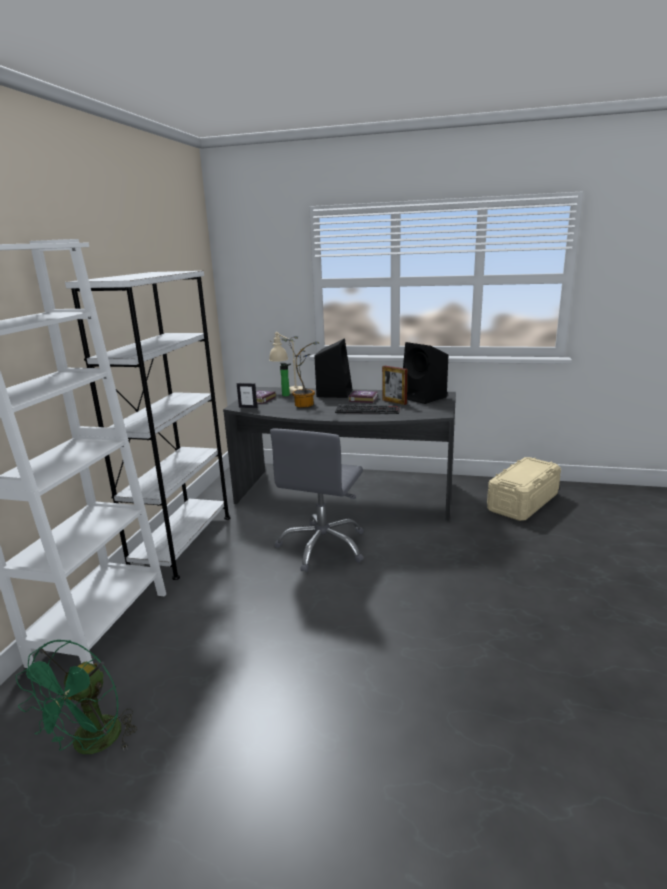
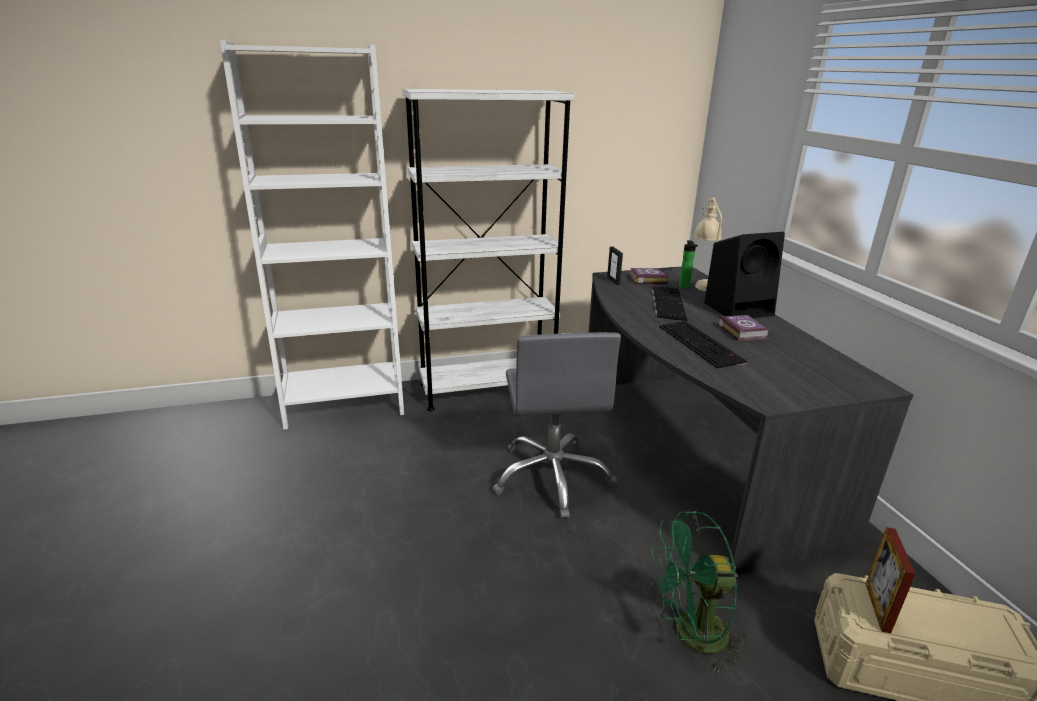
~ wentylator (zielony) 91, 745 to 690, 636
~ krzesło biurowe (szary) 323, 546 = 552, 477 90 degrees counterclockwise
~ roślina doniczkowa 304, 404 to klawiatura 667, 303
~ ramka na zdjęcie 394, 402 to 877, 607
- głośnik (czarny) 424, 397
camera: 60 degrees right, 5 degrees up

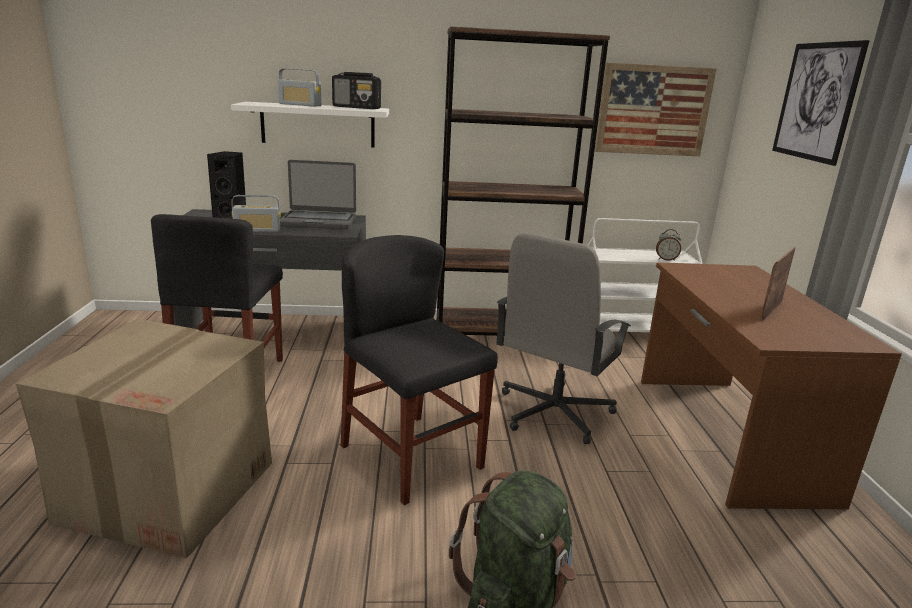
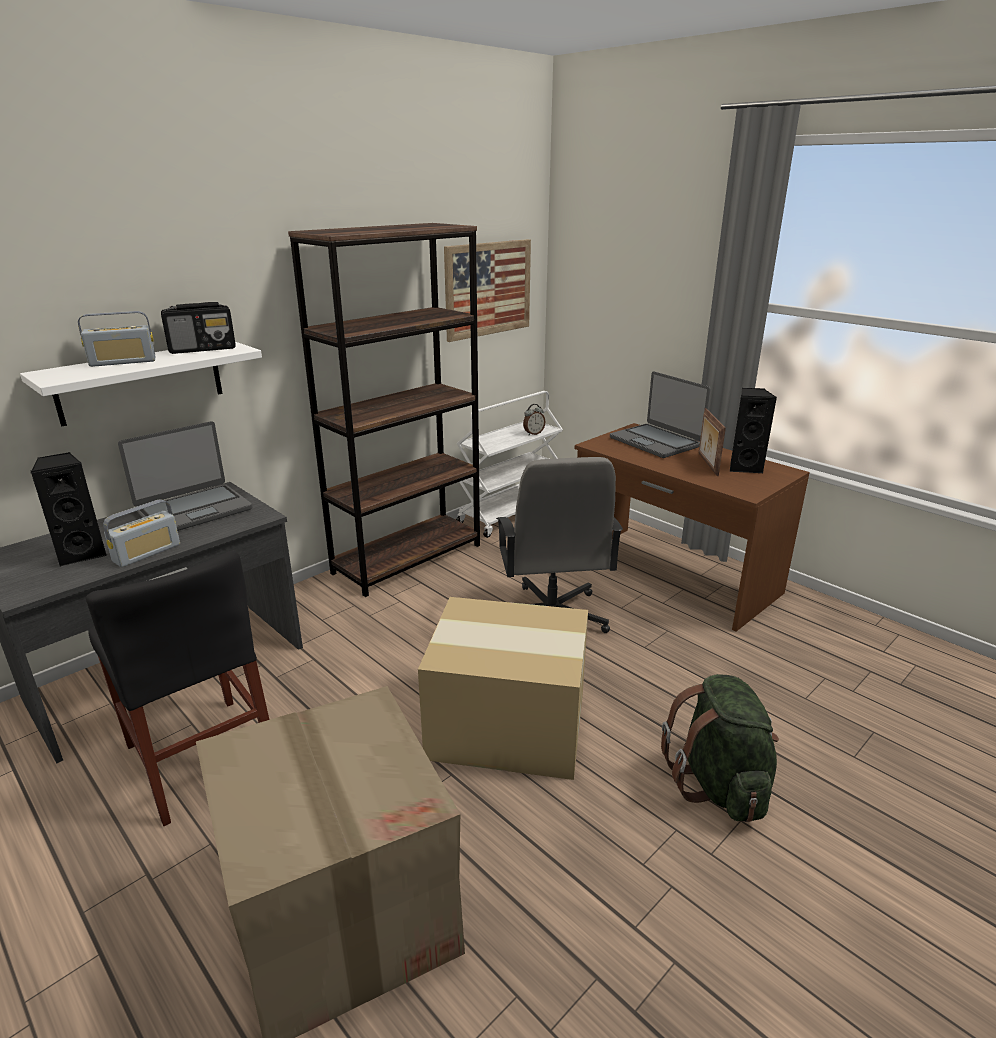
~ krzesło (czarny) 411, 456 to karton 505, 724
- obraz 816, 101
+ laptop 656, 442
+ głośnik (czarny) 744, 467
camera: 40 degrees left, 5 degrees up

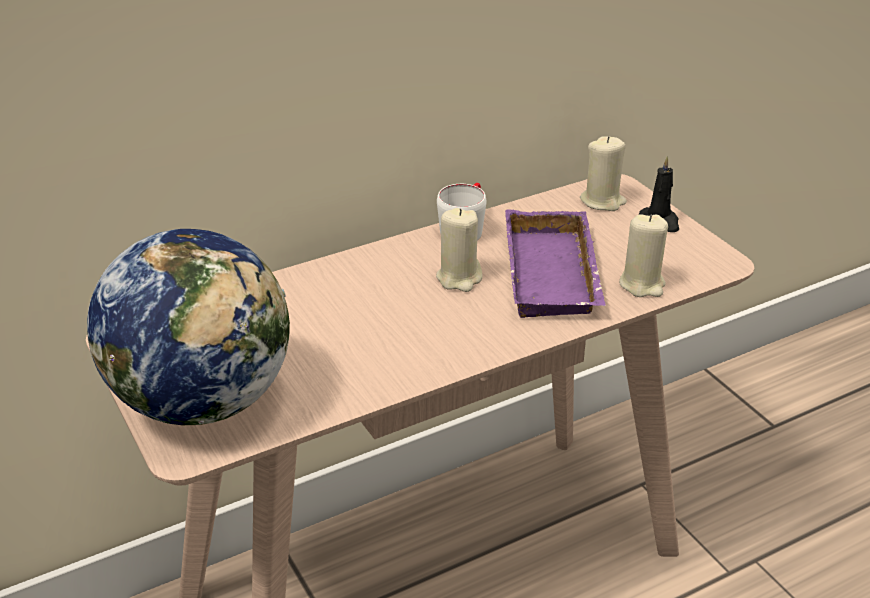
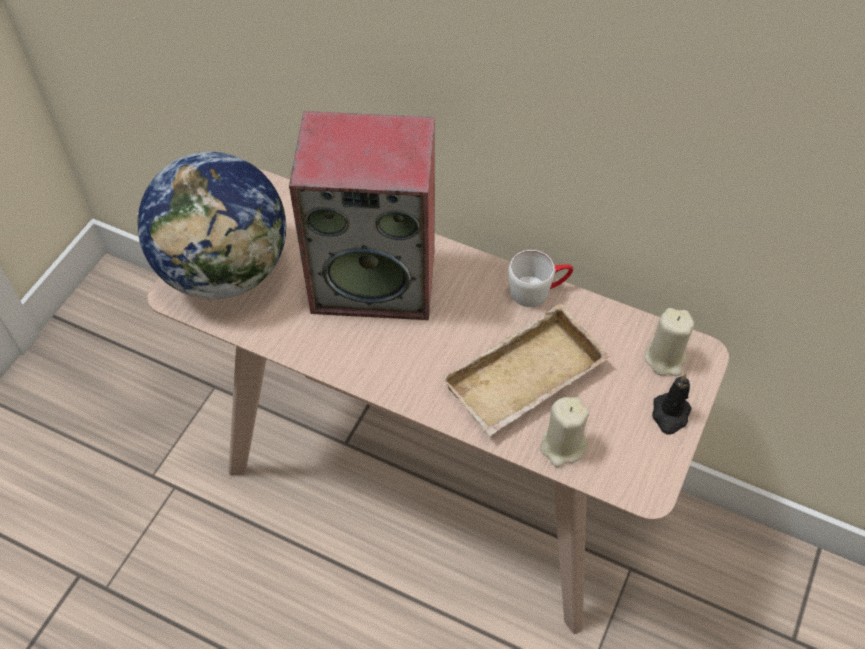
- świeca (beżowy) 459, 278
~ taca (fioletowy) 556, 275 to taca (beżowy) 525, 382
+ głośnik 376, 279
camera: 55 degrees right, 20 degrees up

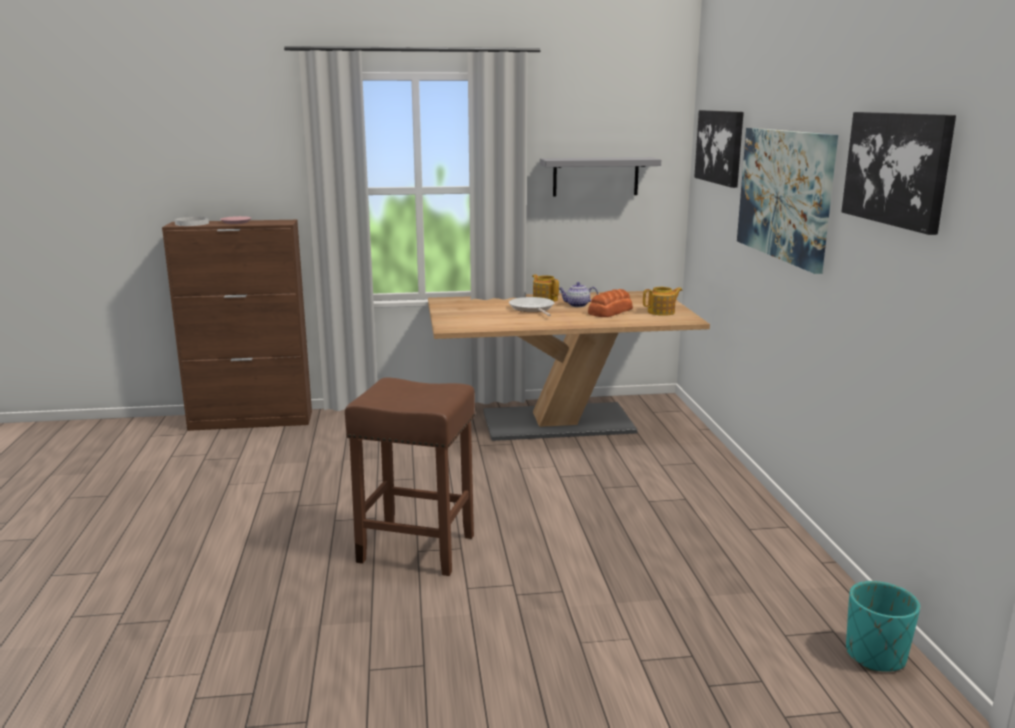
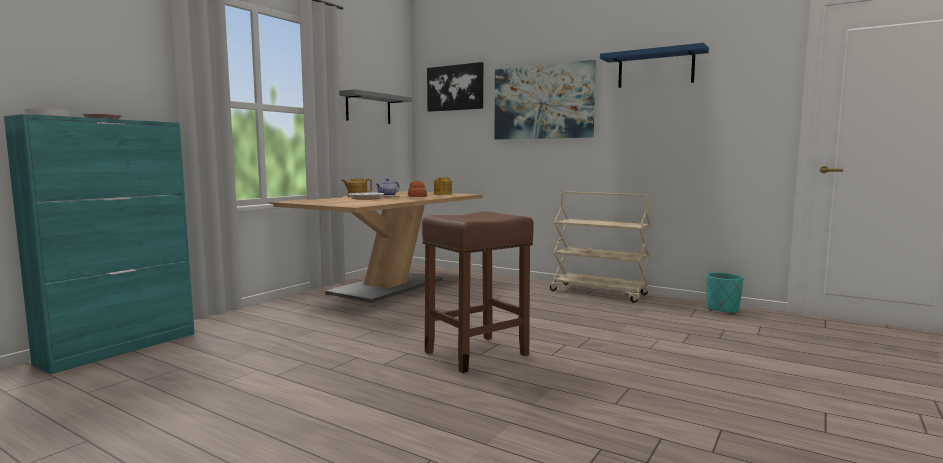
~ szafka (brązowy) 252, 421 to szafka (turkusowy) 120, 348
~ obraz 897, 169 to półka (niebieski) 655, 69
+ wózek (beżowy) 599, 293
camera: 50 degrees left, 10 degrees down

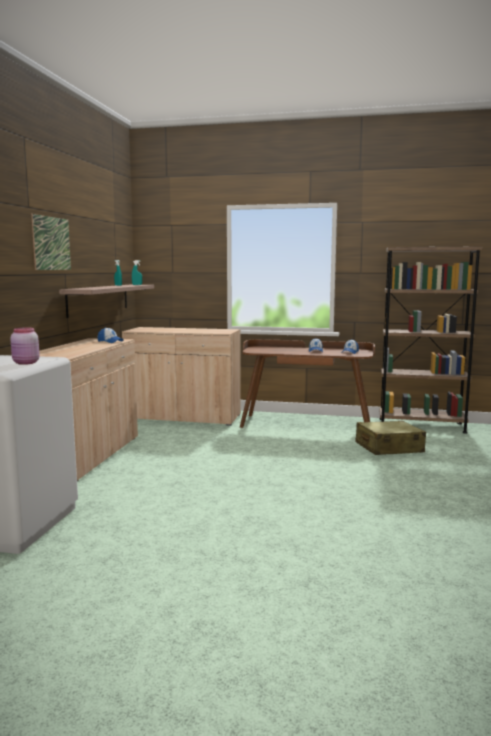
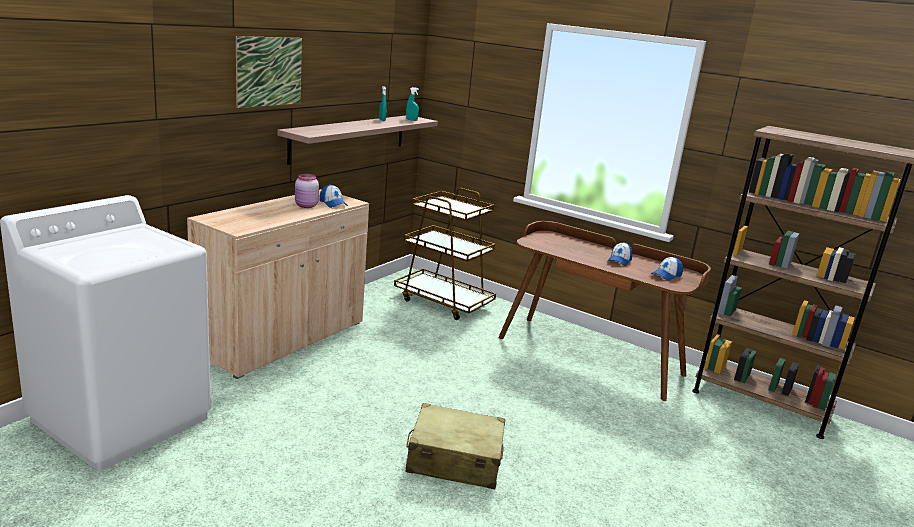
~ słoik (różowy) 26, 363 to 306, 206
~ szafka (beżowy) 183, 417 to wózek (brązowy) 443, 302
~ walizka (beżowy) 388, 448 to 454, 460
camera: 20 degrees right, 10 degrees up

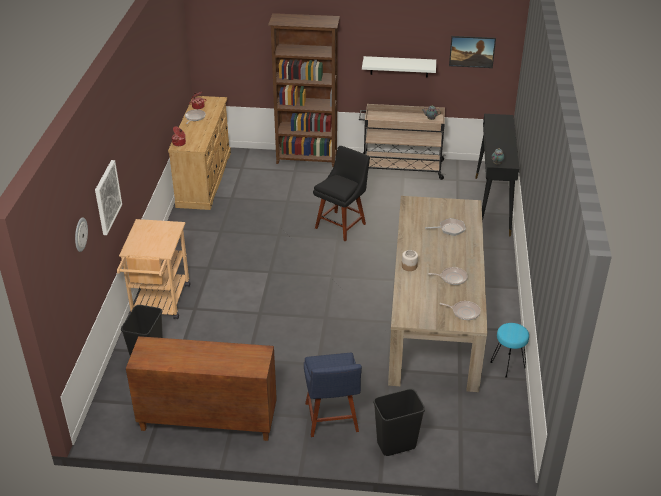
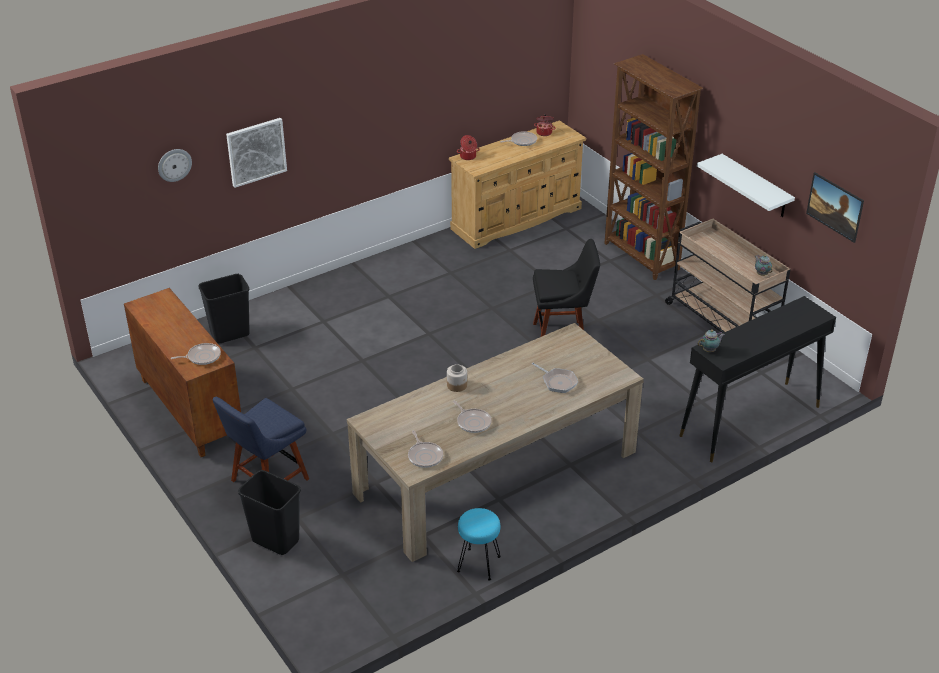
- wózek (beżowy) 159, 304
+ patelnia 202, 357
camera: 50 degrees right, 0 degrees up

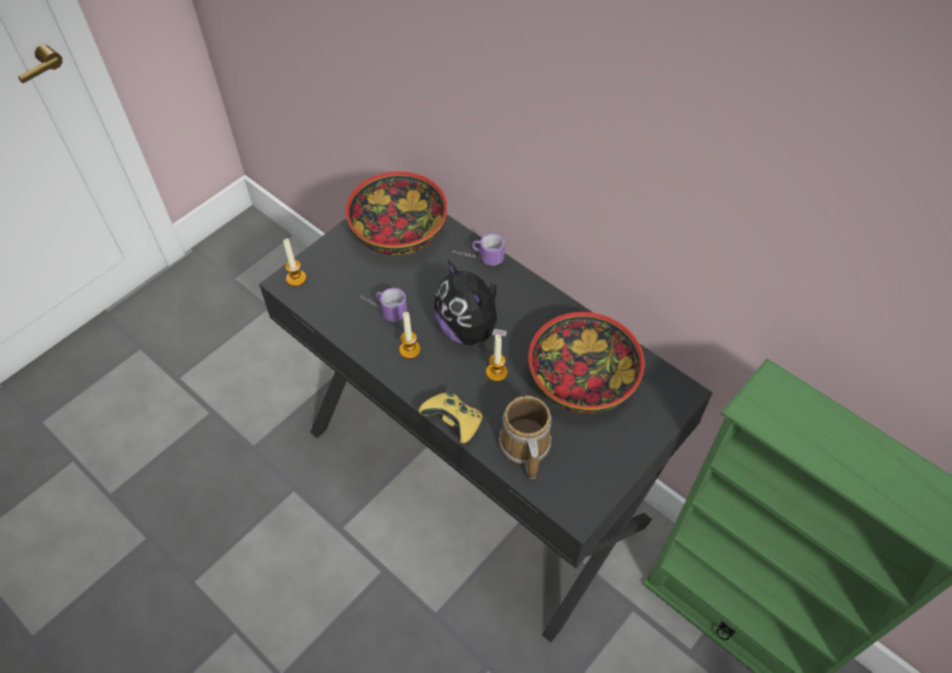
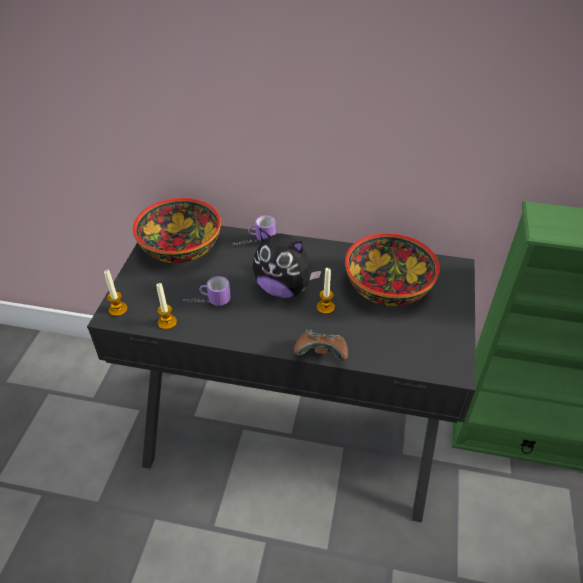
~ świeca 409, 350 to 167, 322
~ pad do gier (żółty) 454, 423 to pad do gier (brązowy) 321, 354
- kubek 523, 448
camera: 30 degrees left, 10 degrees down

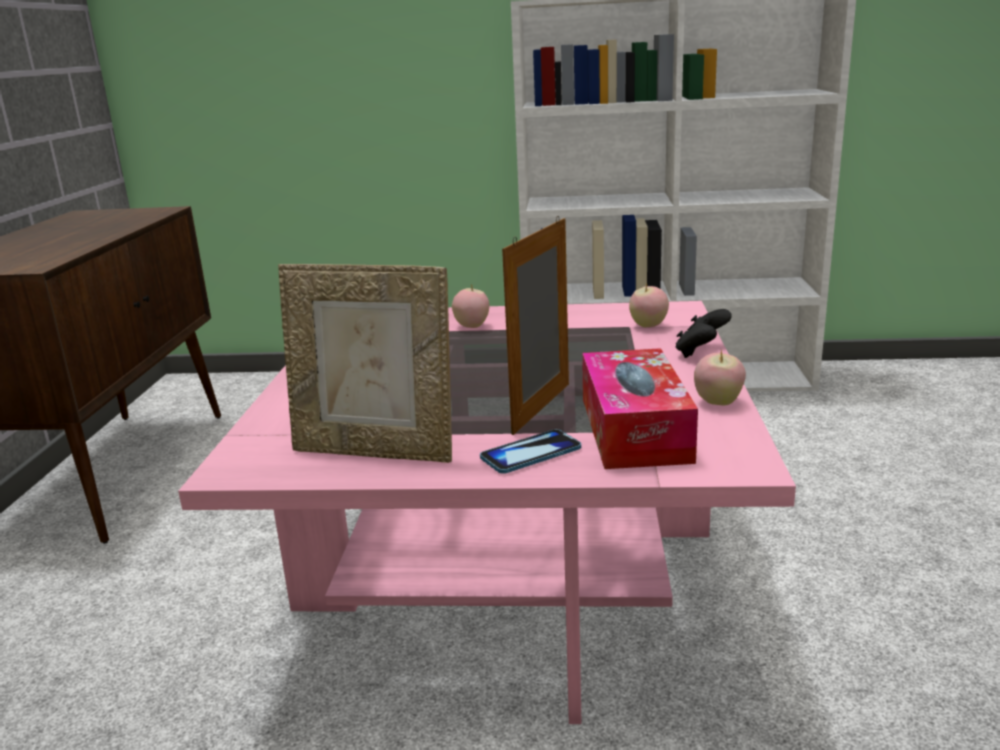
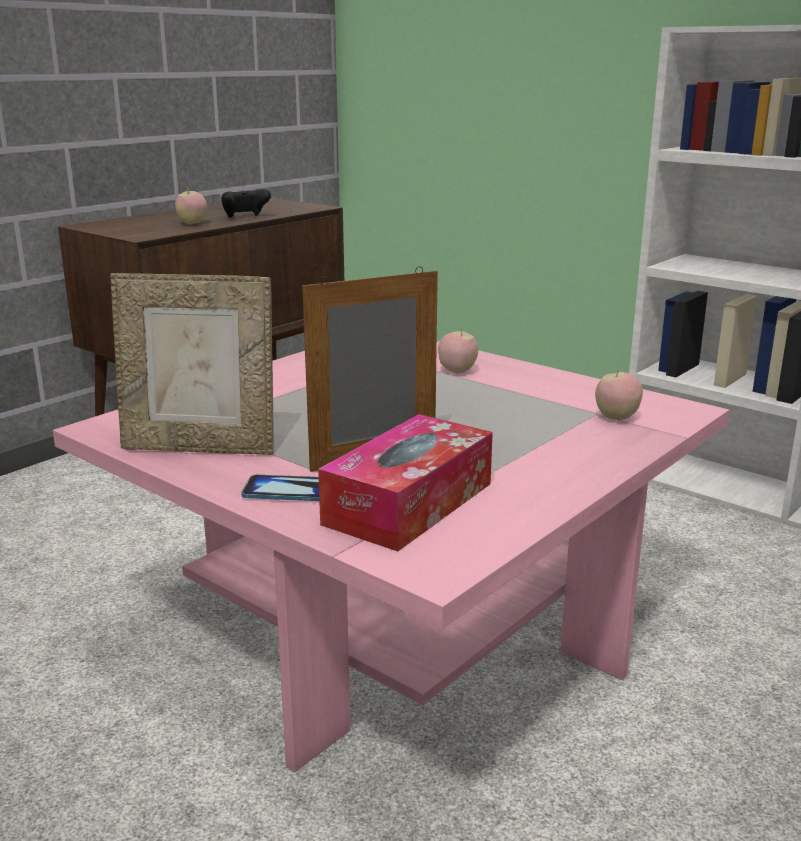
~ ramka na zdjęcie 376, 451 = 200, 447 45 degrees counterclockwise
~ pad do gier (czarny) 701, 353 to 245, 217
~ jabłko 718, 402 to 192, 224
camera: 35 degrees right, 0 degrees up

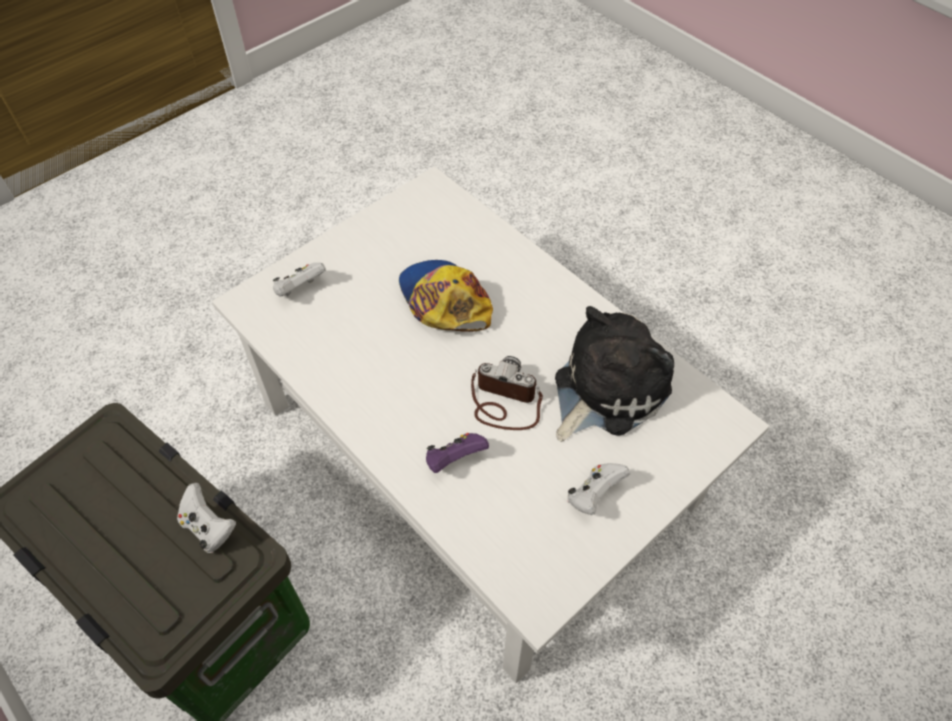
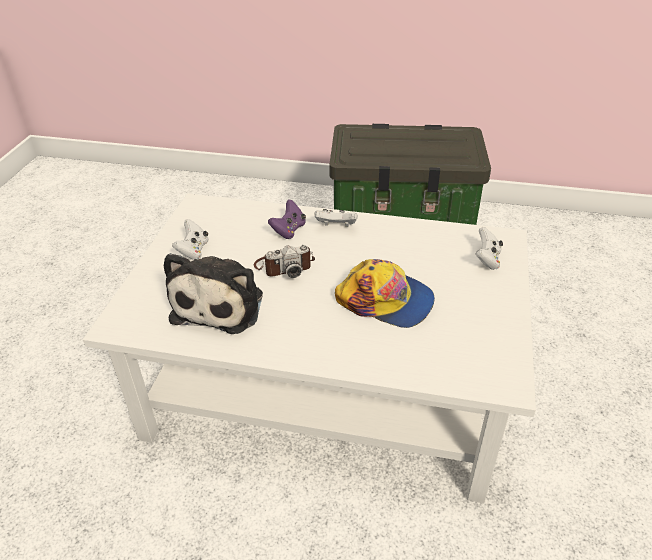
~ pad do gier (biały) 209, 528 to 336, 227
camera: 145 degrees right, 15 degrees down

